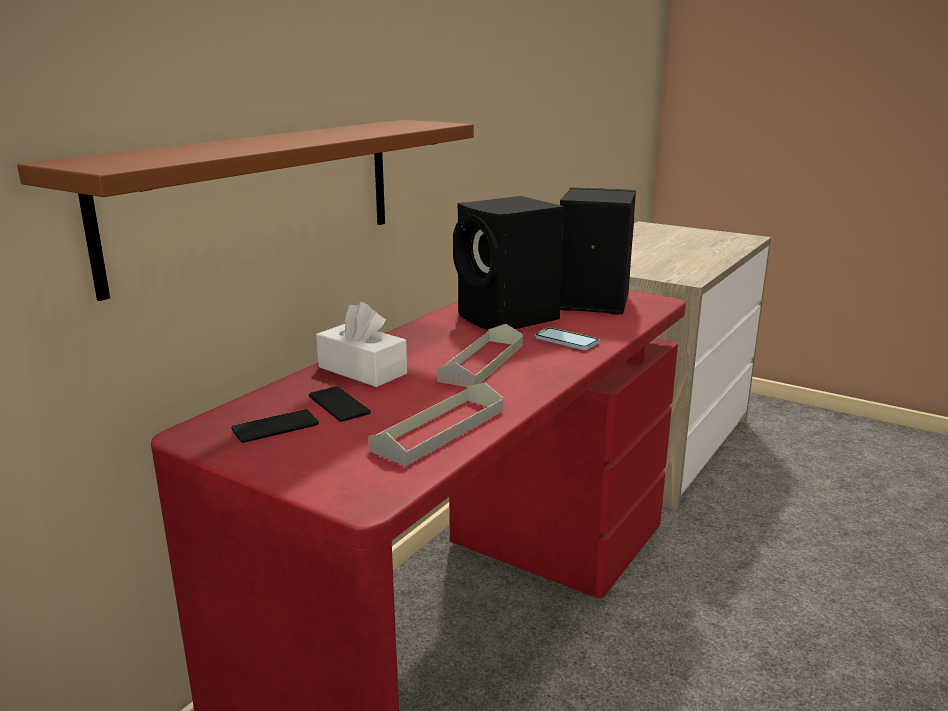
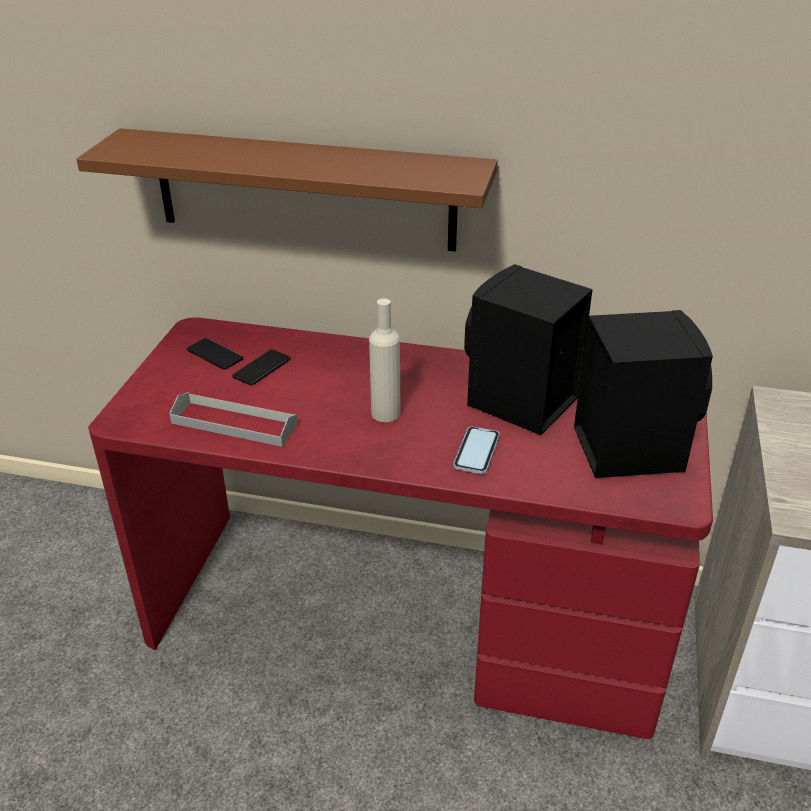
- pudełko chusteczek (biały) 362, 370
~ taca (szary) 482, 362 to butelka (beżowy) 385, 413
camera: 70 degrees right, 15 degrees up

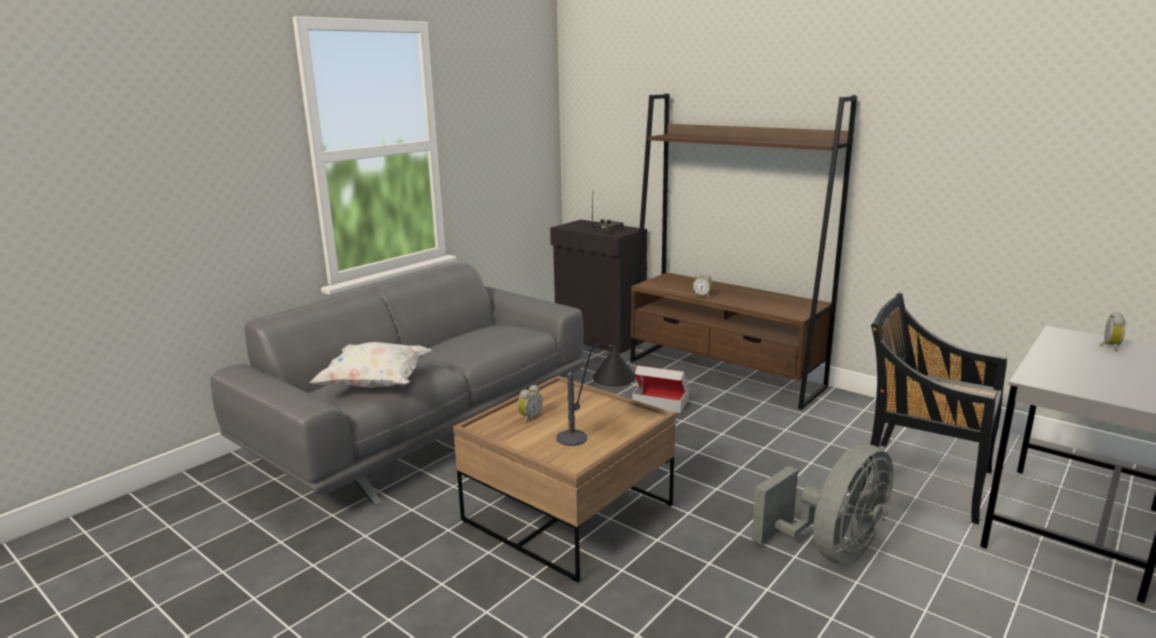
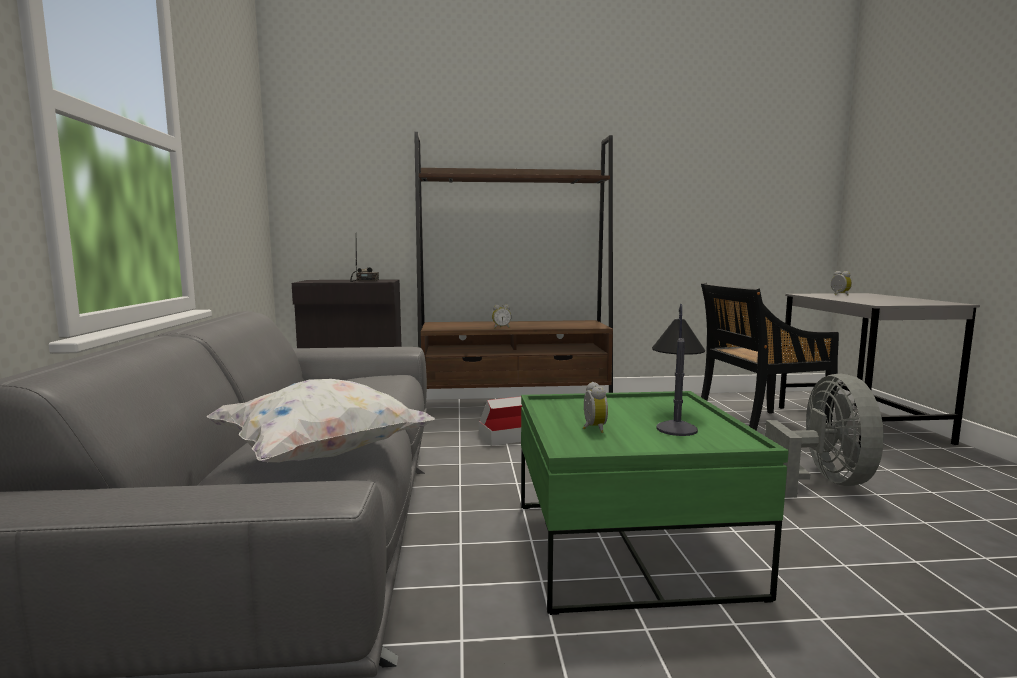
~ ława (brązowy) 567, 513 to ława (zielony) 628, 547
camera: 45 degrees left, 10 degrees down

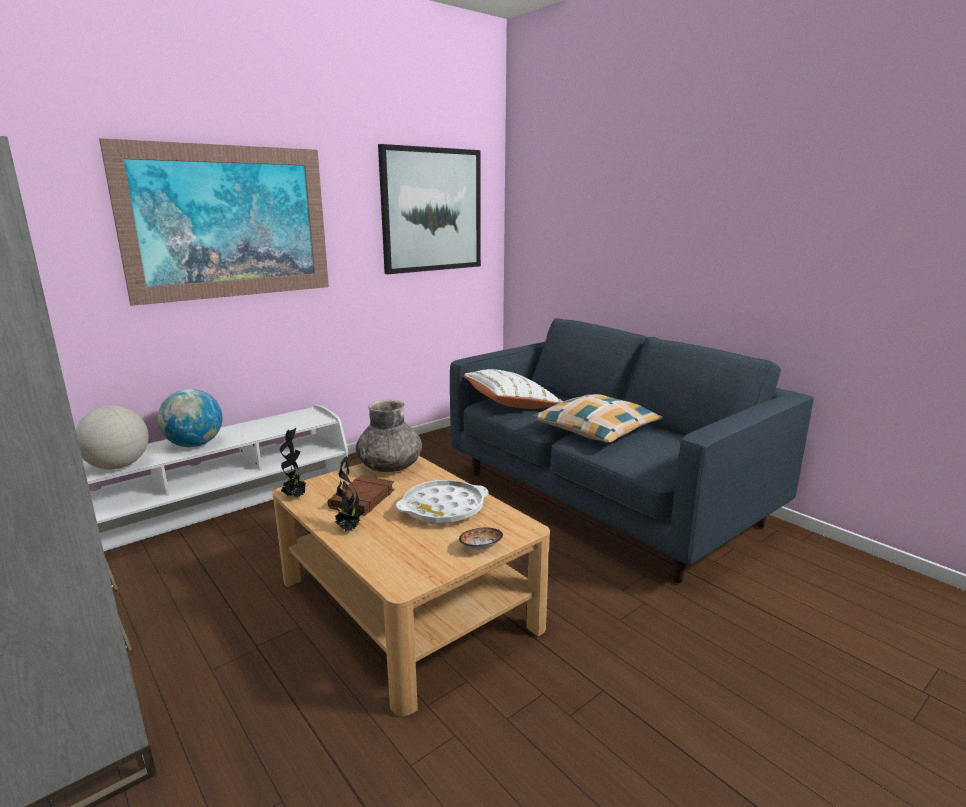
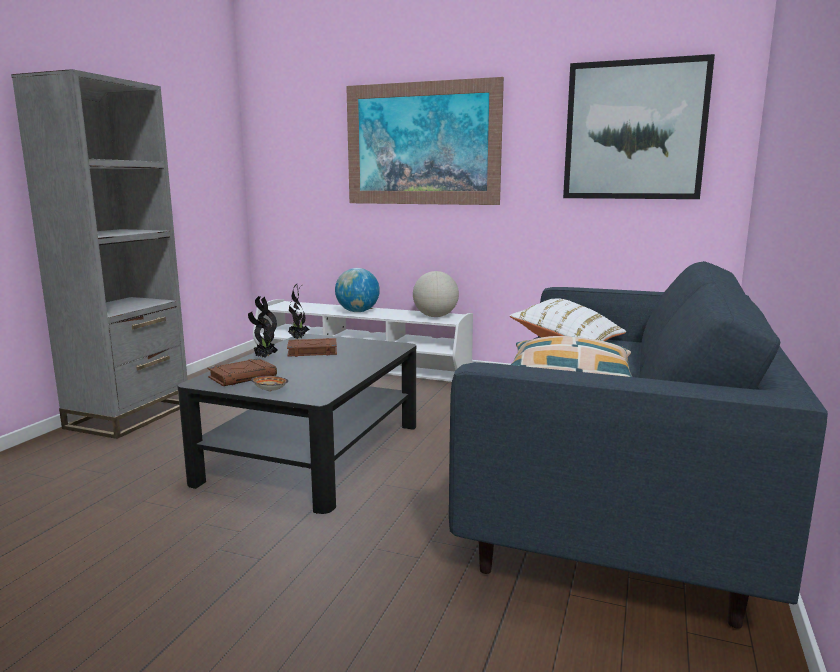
~ globus 118, 466 to 435, 316
~ ława (beżowy) 408, 603 to ława (czarny) 314, 452
- wazon (szary) 390, 466
- taca (biały) 443, 508
+ książka (brązowy) 243, 376
camera: 60 degrees right, 5 degrees down

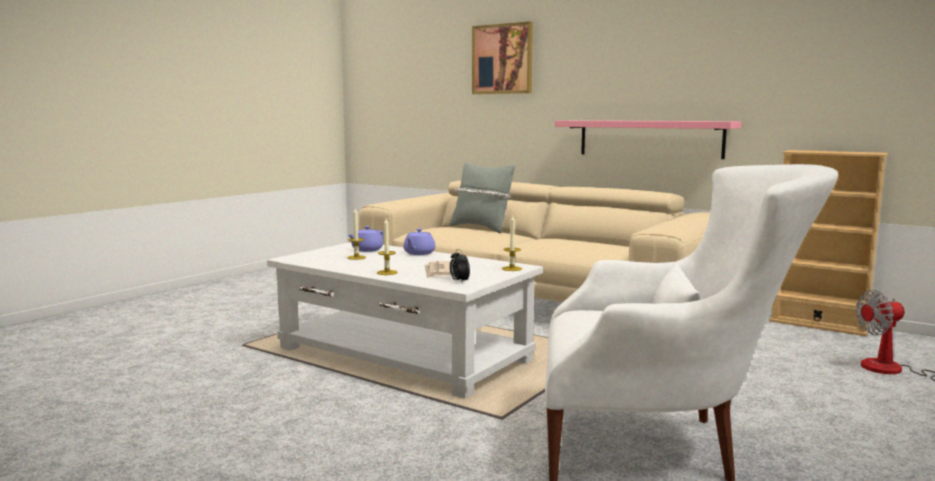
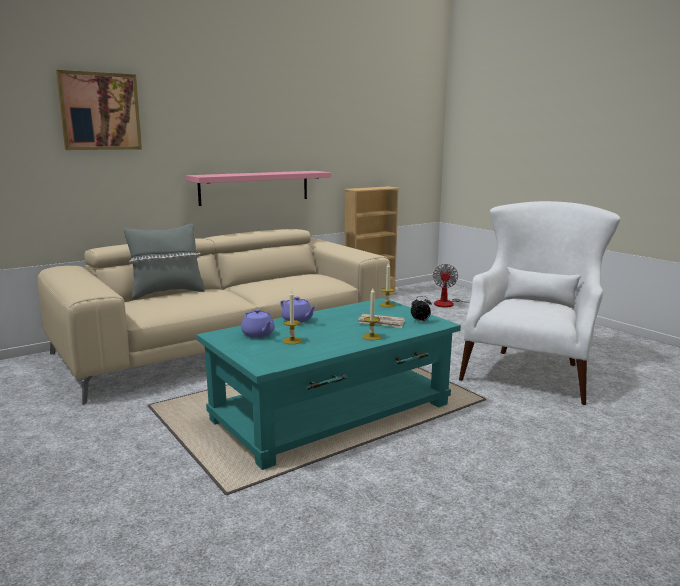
~ ława (biały) 403, 355 to ława (turkusowy) 333, 412
camera: 70 degrees left, 5 degrees up

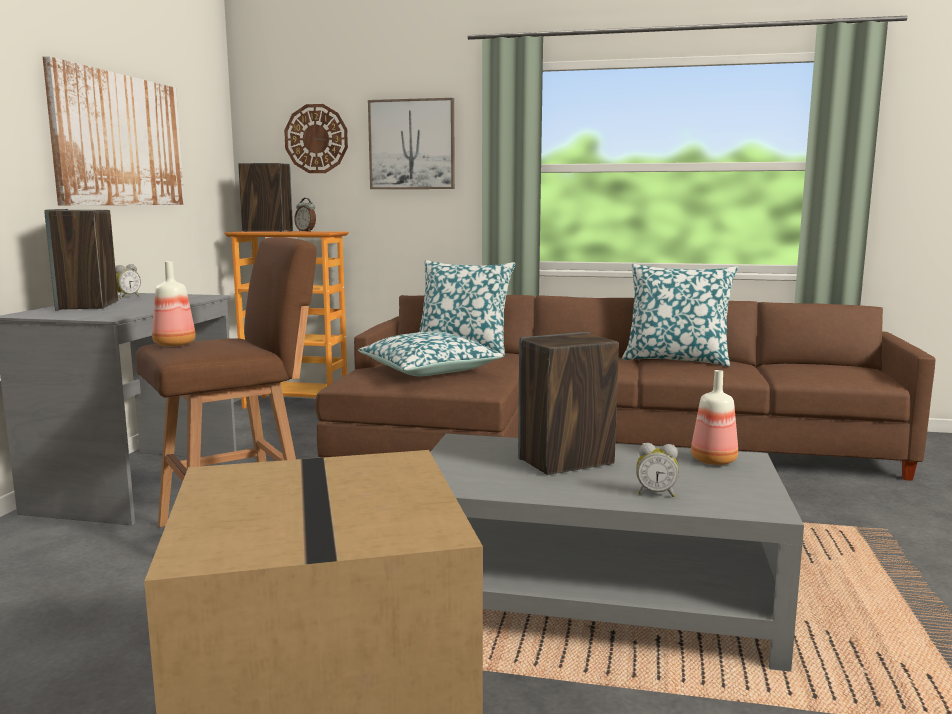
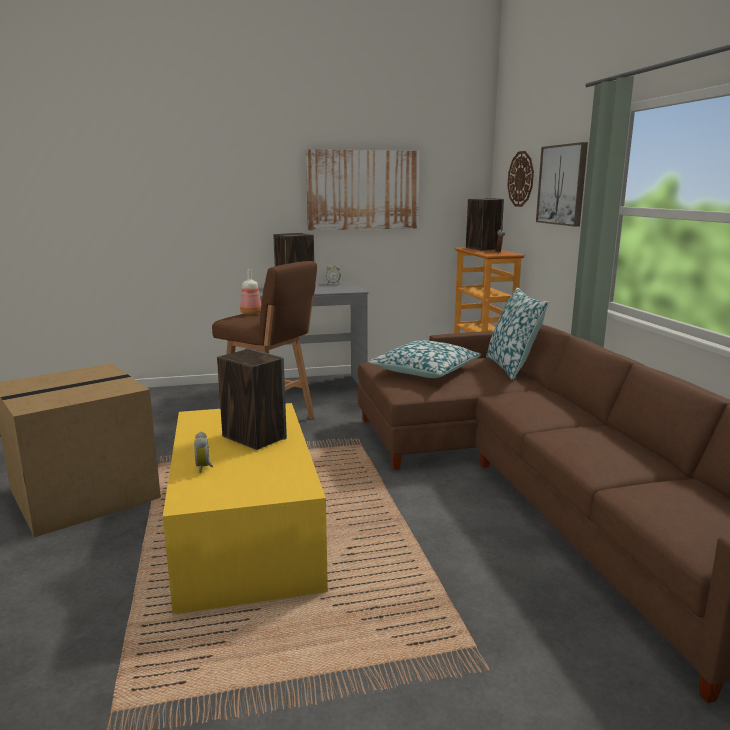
~ ława (szary) 591, 597 to ława (żółty) 246, 530
- poduszka 676, 360
- butelka 714, 460
camera: 65 degrees right, 5 degrees up

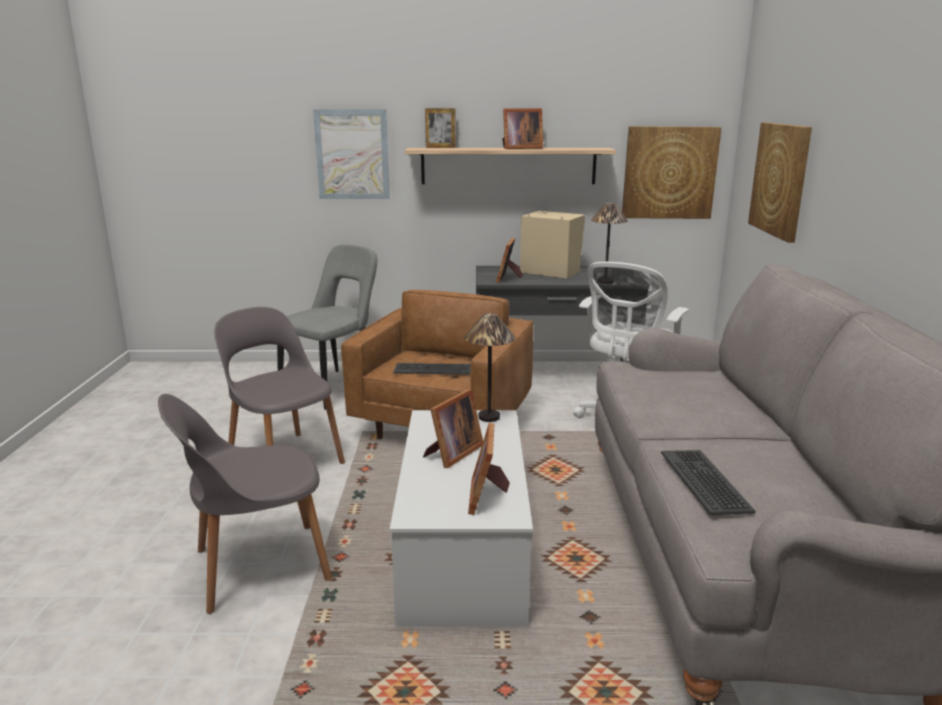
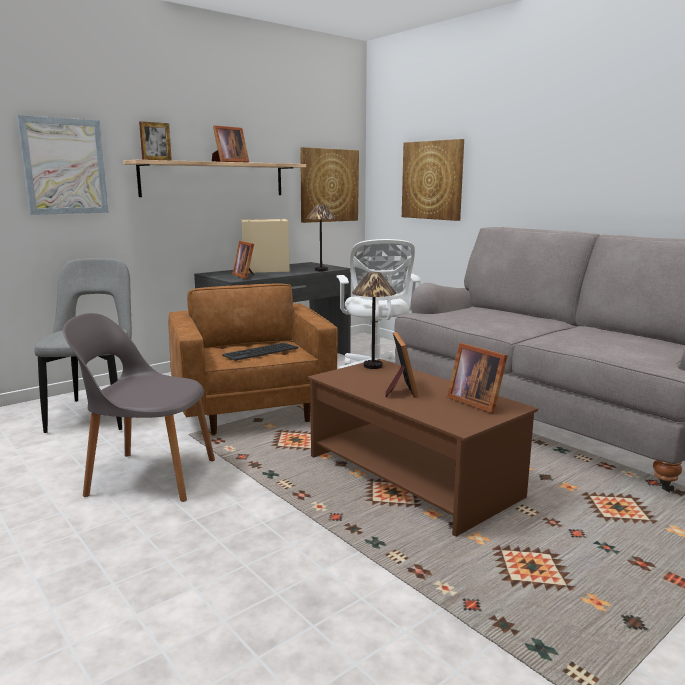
- krzesło (szary) 257, 566
~ ława (biały) 463, 551 to ława (brązowy) 412, 477
- klawiatura 705, 481
camera: 40 degrees left, 5 degrees down

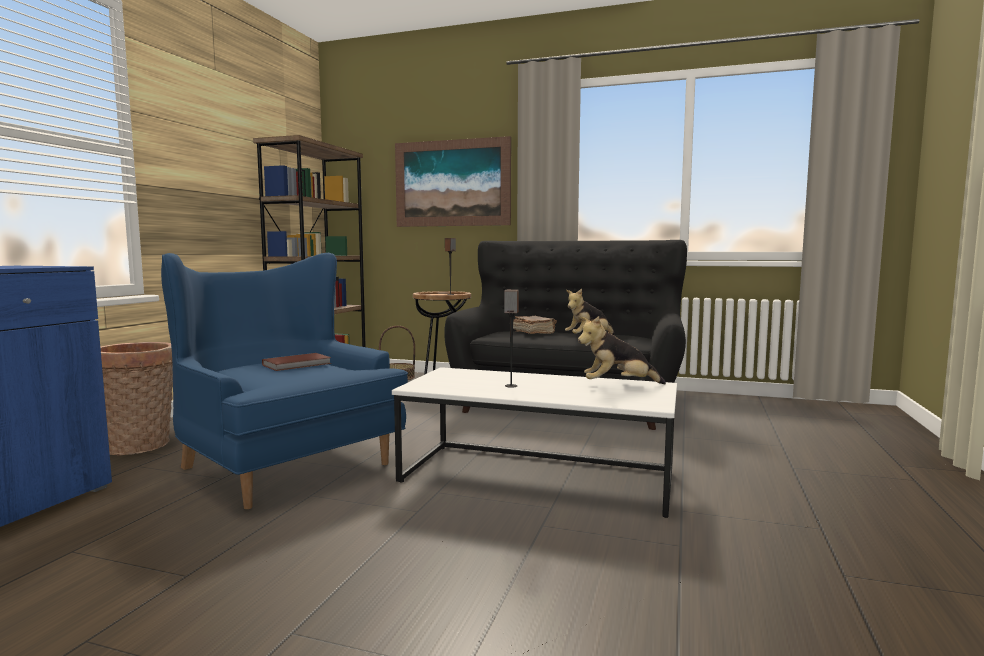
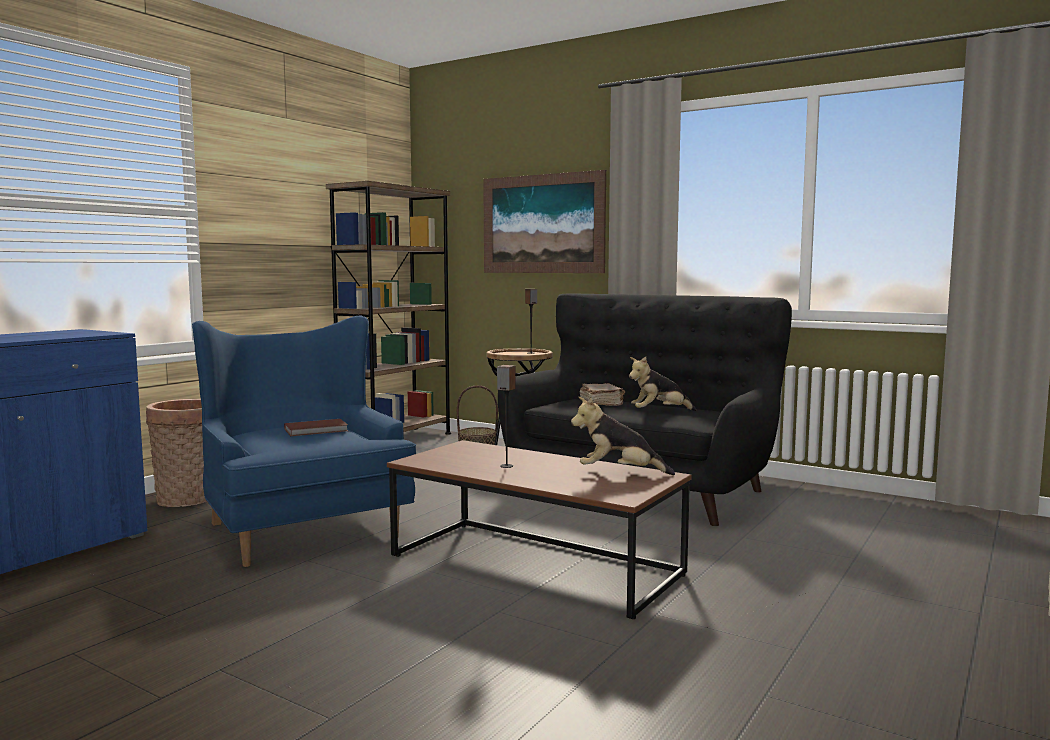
~ ława (biały) 537, 478 to ława (brązowy) 534, 566
camera: 15 degrees right, 0 degrees up

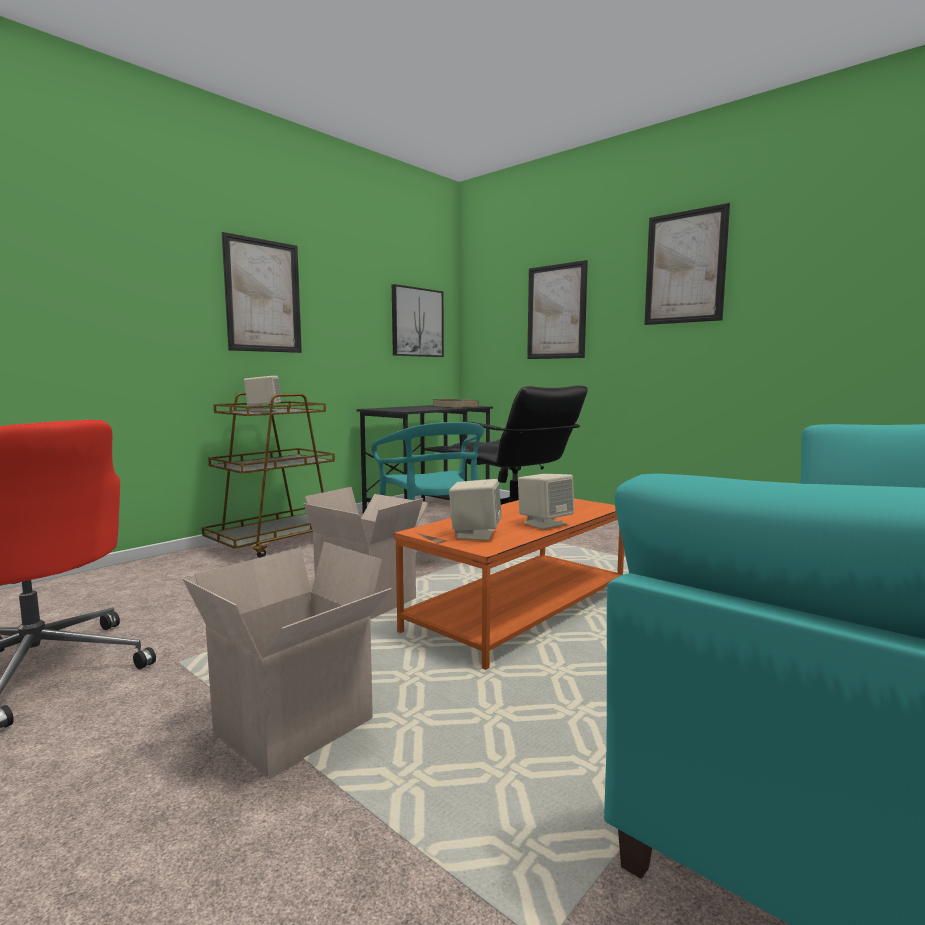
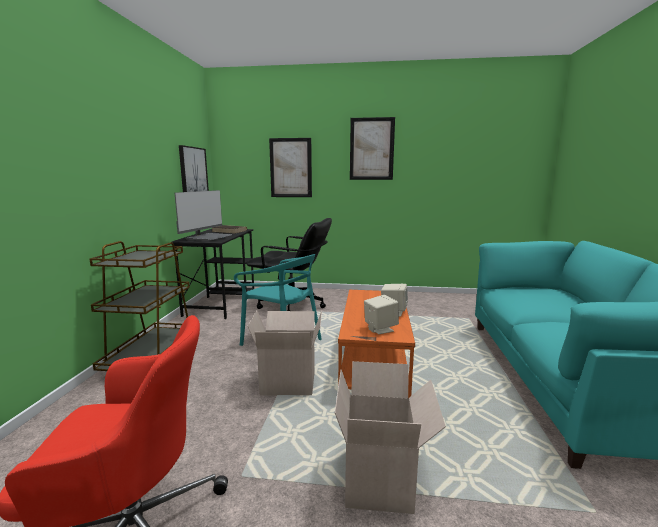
- obraz 263, 296
- głośnik (beżowy) 263, 410
+ monitor 208, 237
camera: 35 degrees left, 5 degrees up

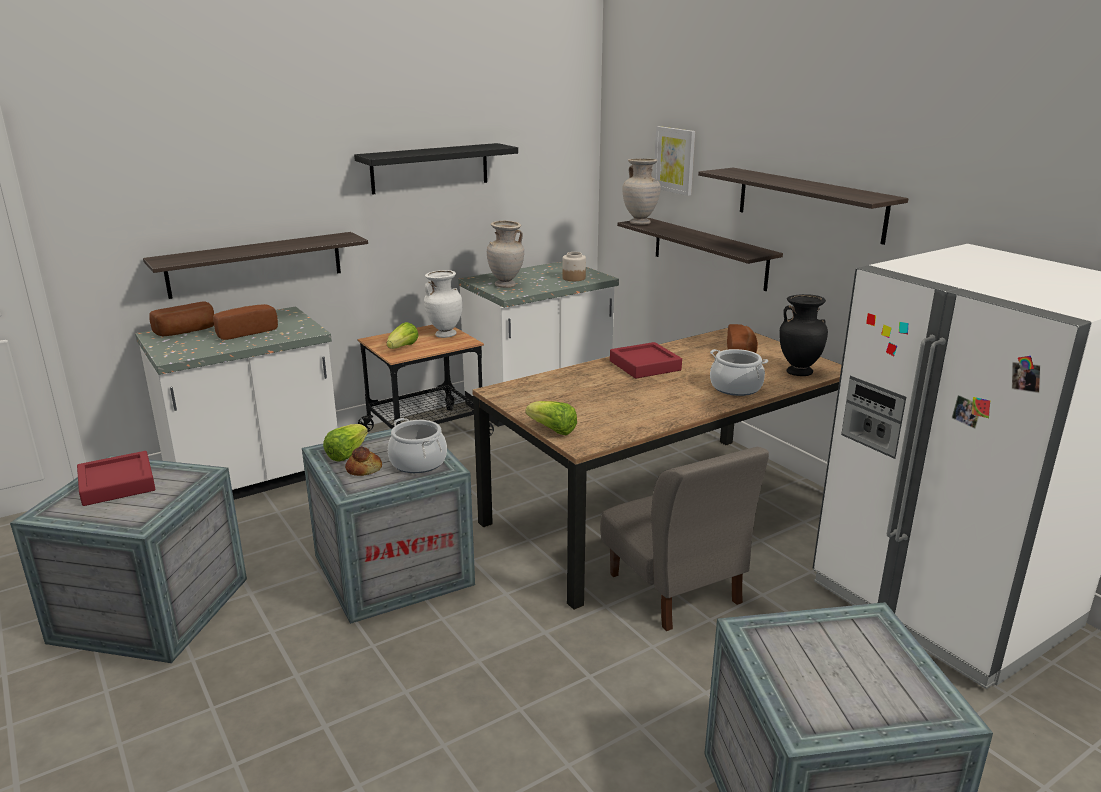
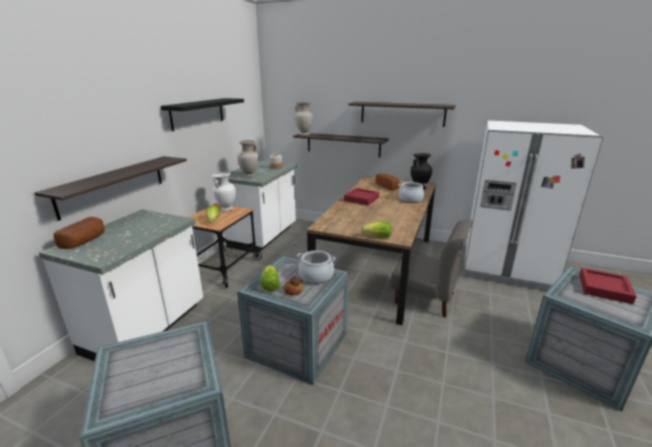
~ taca (czerwony) 117, 484 to 604, 289
- chleb 245, 332
- obraz 675, 160
camera: 35 degrees left, 0 degrees up

